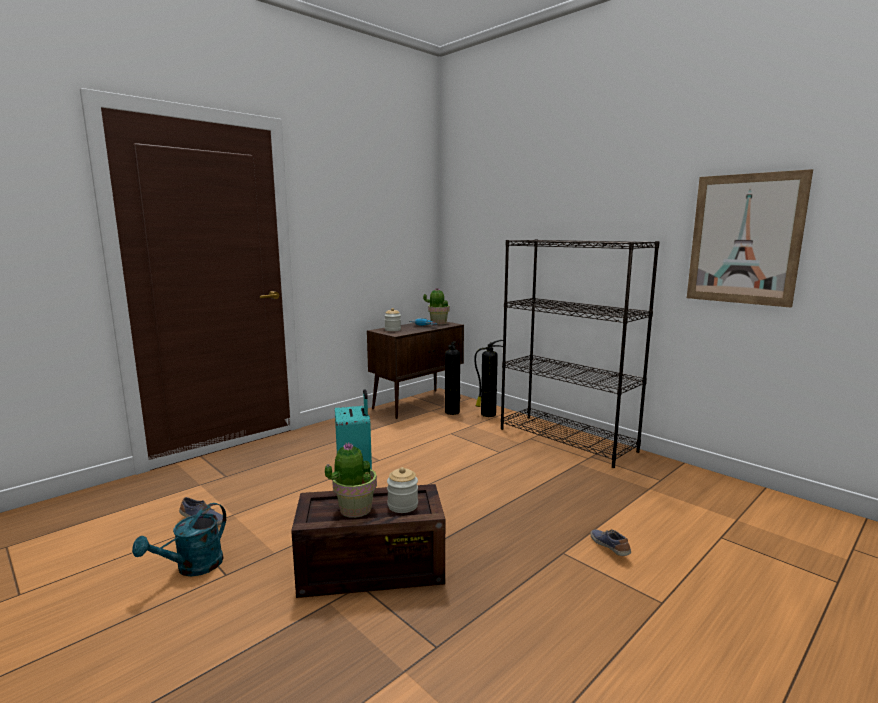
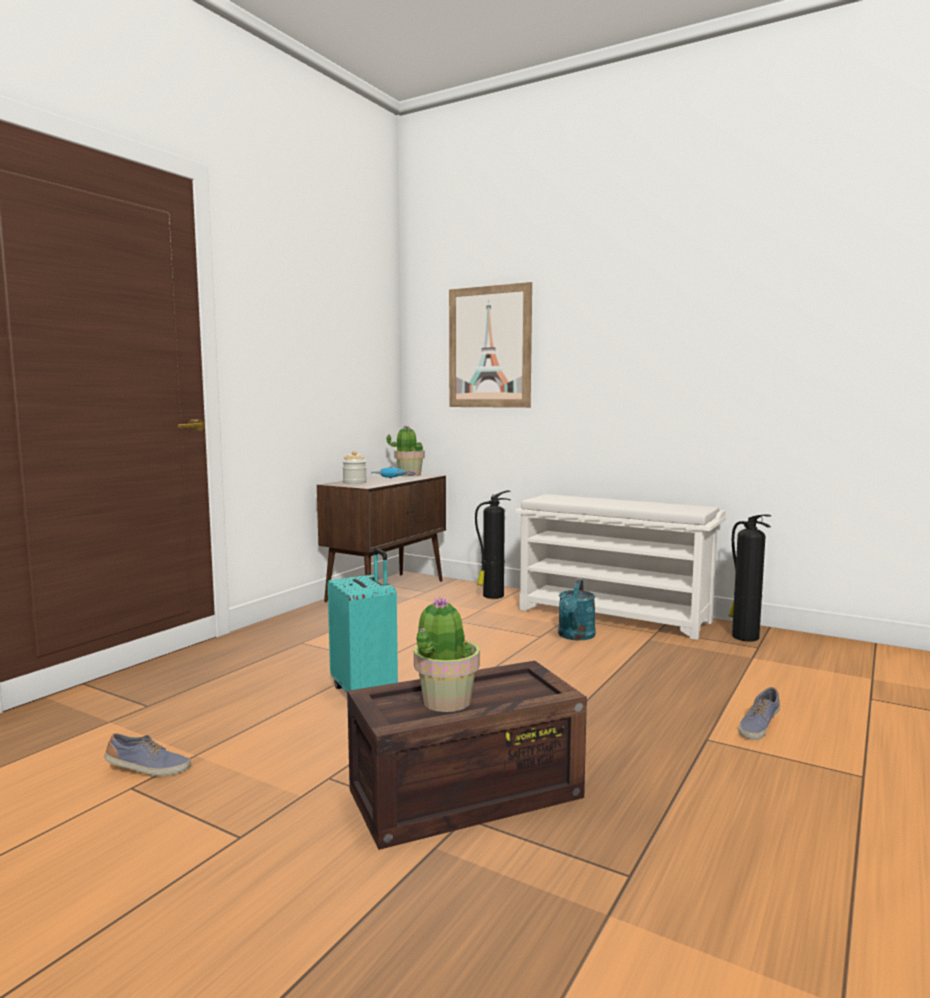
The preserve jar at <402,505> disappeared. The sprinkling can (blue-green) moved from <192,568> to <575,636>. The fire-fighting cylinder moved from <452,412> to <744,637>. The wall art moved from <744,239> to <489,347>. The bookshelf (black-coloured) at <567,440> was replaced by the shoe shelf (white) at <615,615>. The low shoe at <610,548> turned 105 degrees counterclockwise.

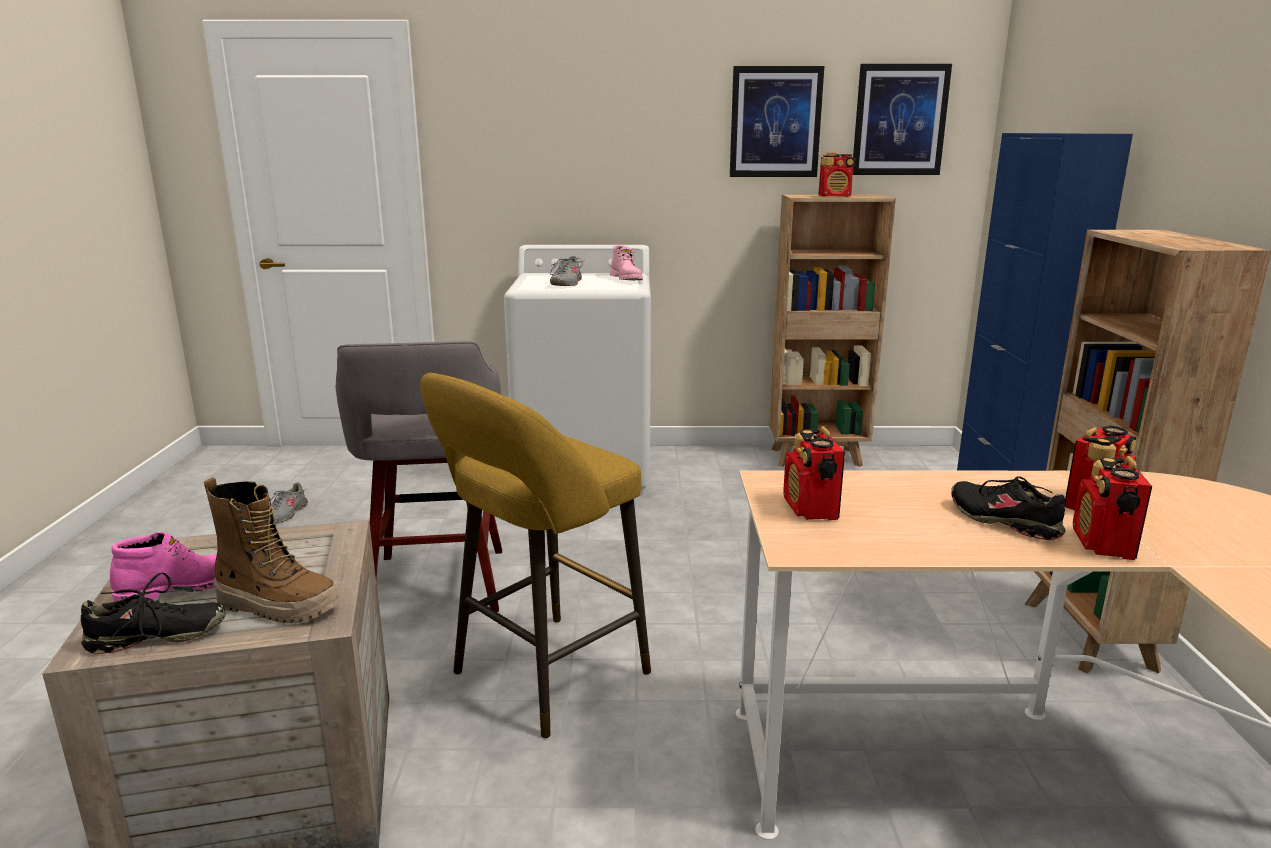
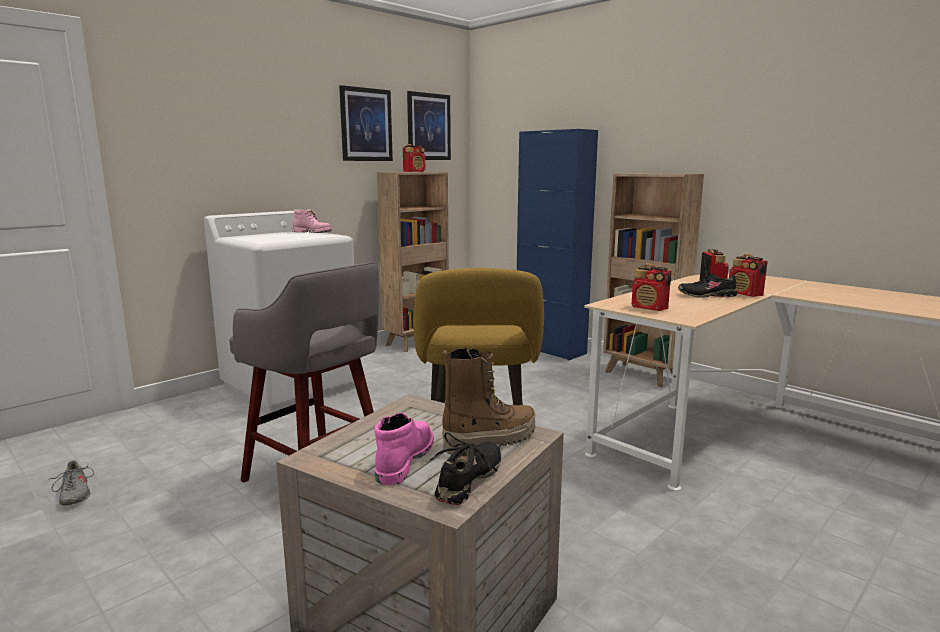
The low shoe (gray) at <566,283> disappeared.

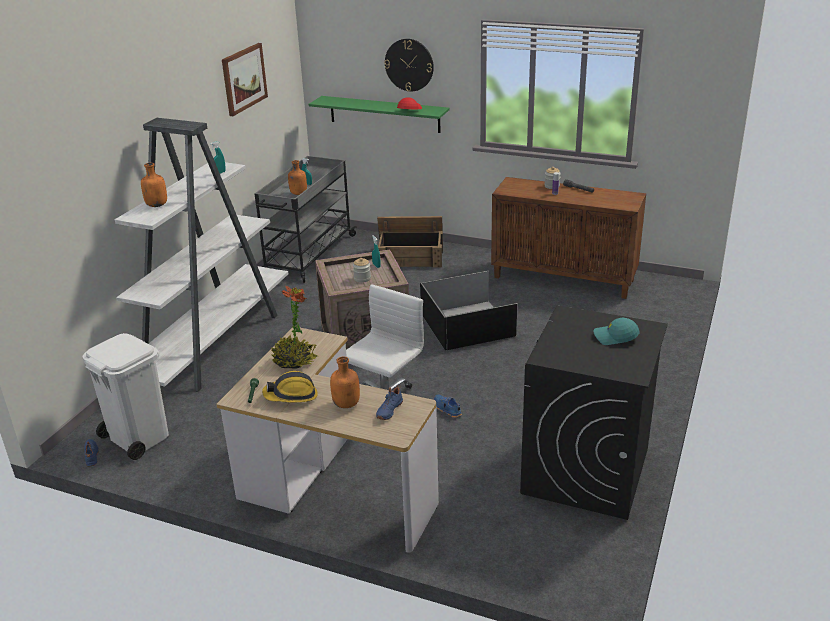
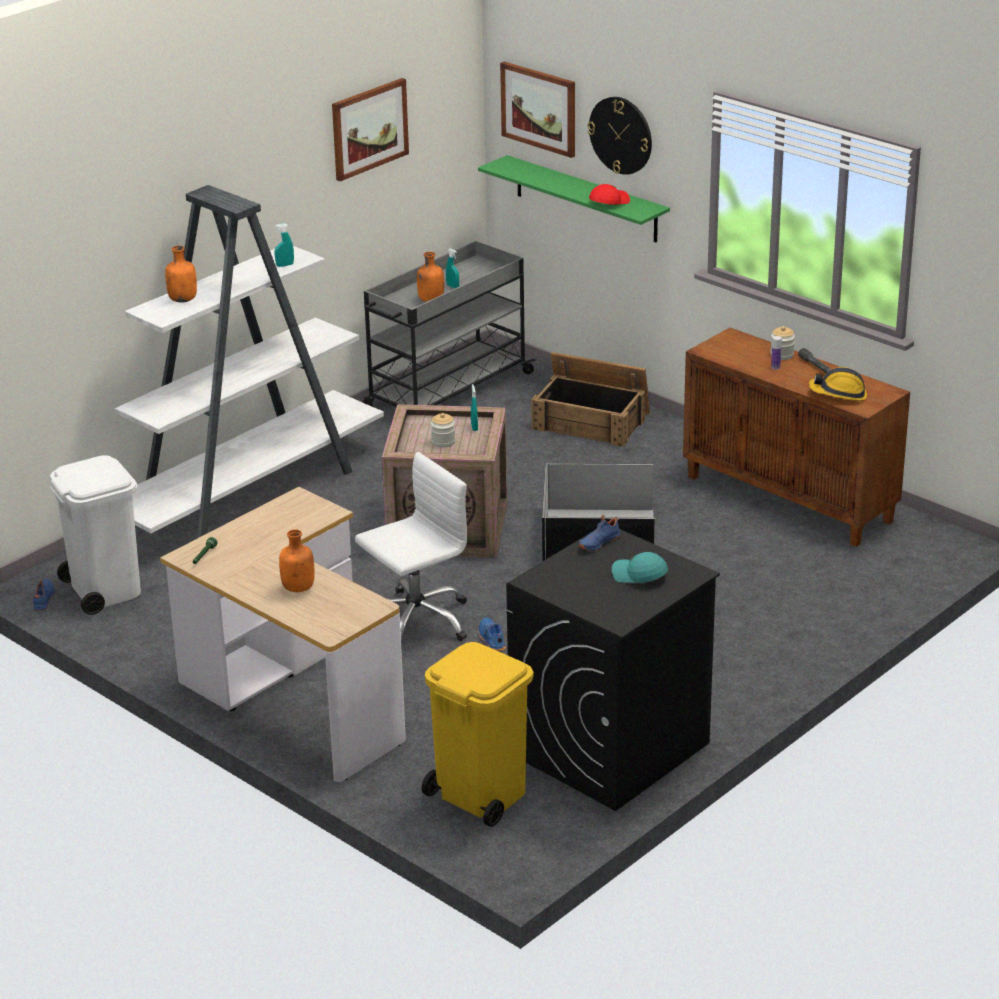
The houseplant at <294,361> disappeared. The trash can (yellowish) at <479,794> appeared. The wall art at <539,108> appeared. The safety helmet moved from <291,396> to <838,394>. The low shoe (blue-coloured) moved from <388,410> to <598,542>.

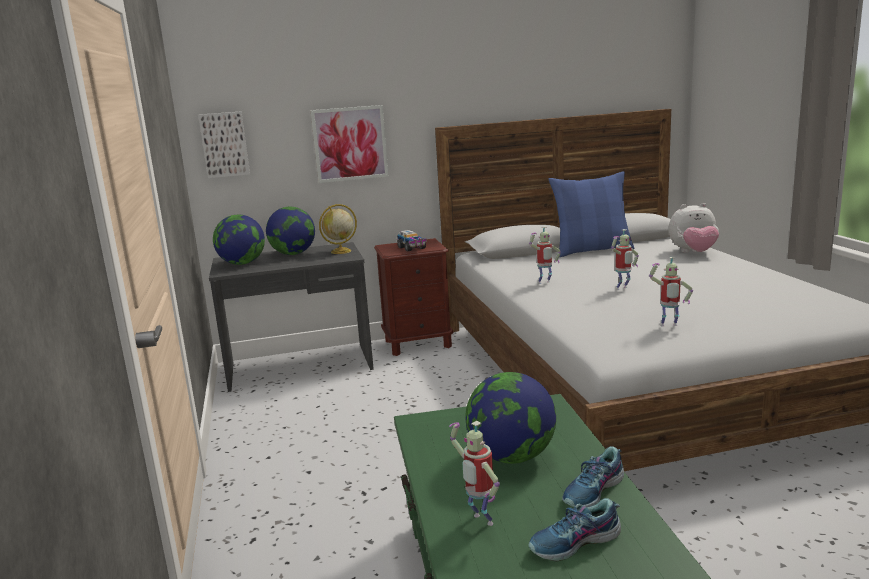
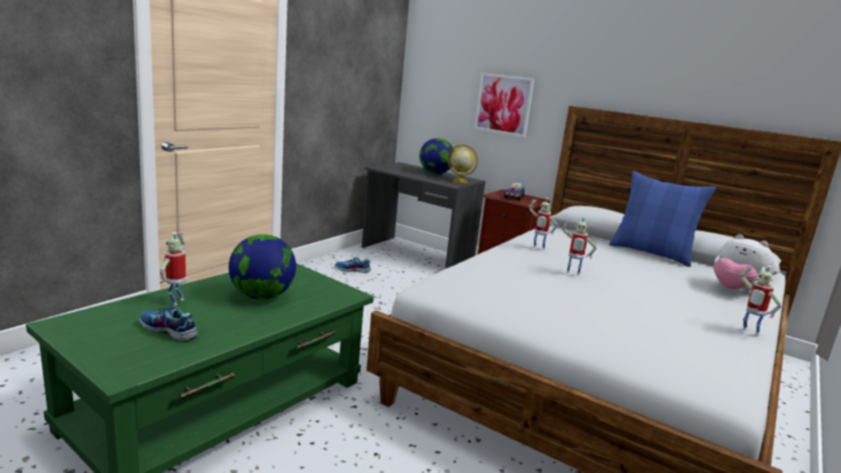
The wall art at <224,144> disappeared. The globe at <242,263> disappeared. The low shoe moved from <594,492> to <352,270>. The model robot moved from <668,326> to <748,332>.

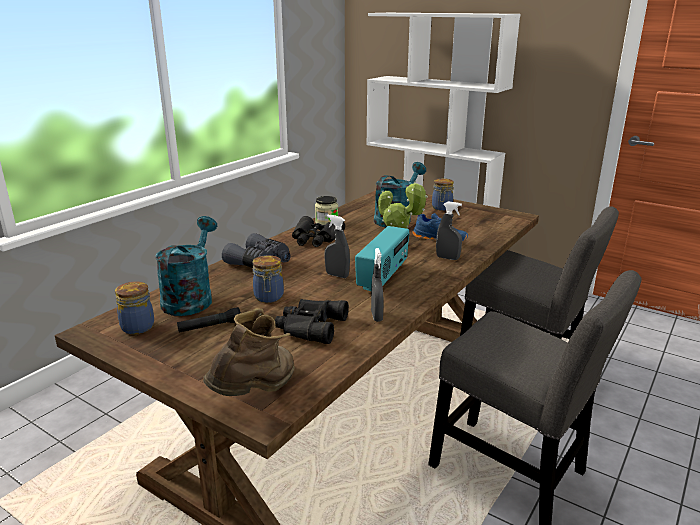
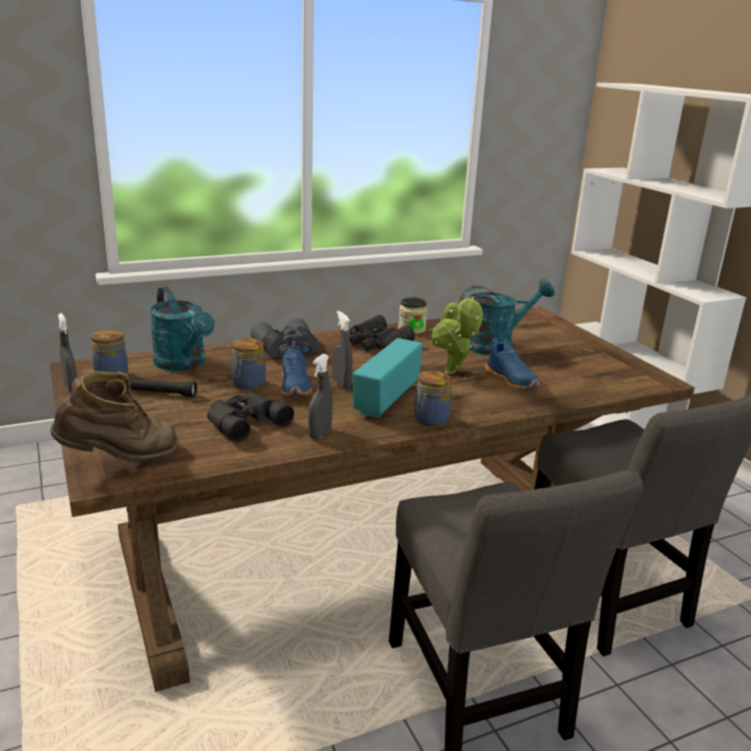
The low shoe (blue-coloured) at <296,386> appeared. The preserve jar moved from <442,208> to <430,420>. The hand sprayer (gray) moved from <447,258> to <71,388>. The sprinkling can (blue-green) at <191,298> turned 105 degrees clockwise. The radio receiver at <383,277> turned 150 degrees clockwise.

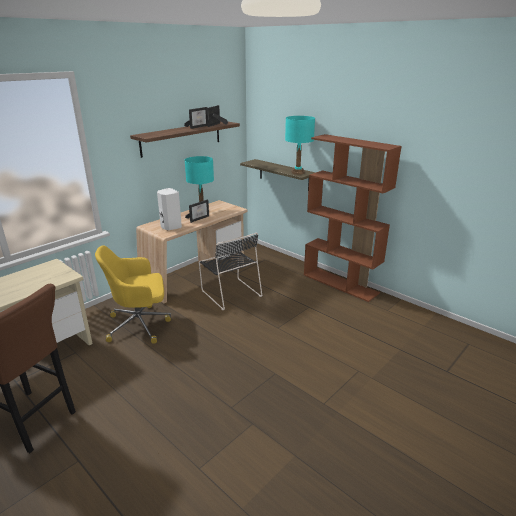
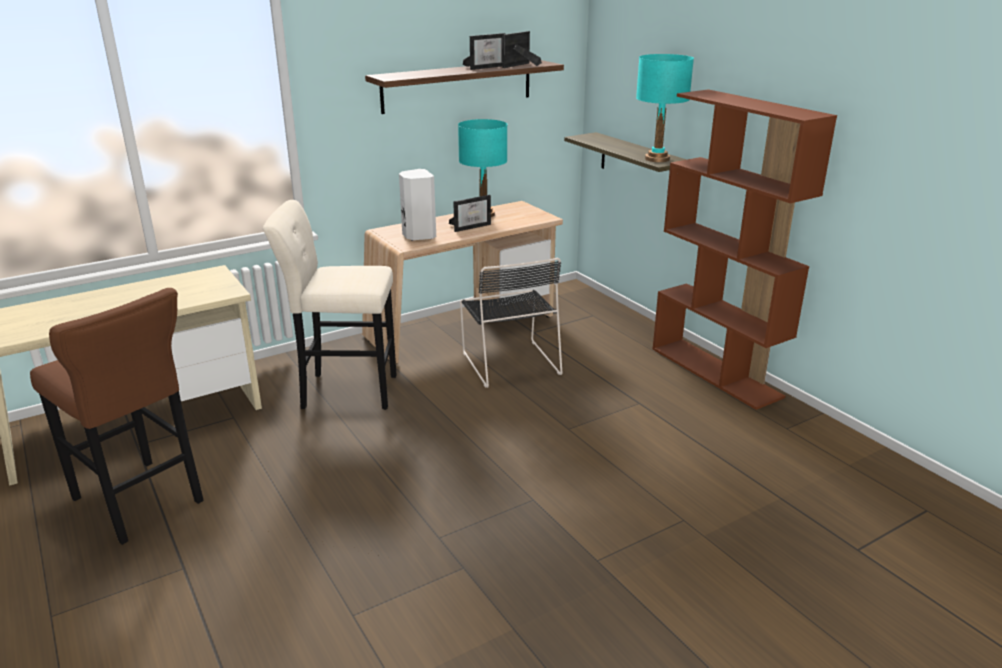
The desk chair (yellowish) at <140,324> was replaced by the stool (beige-coloured) at <344,391>.

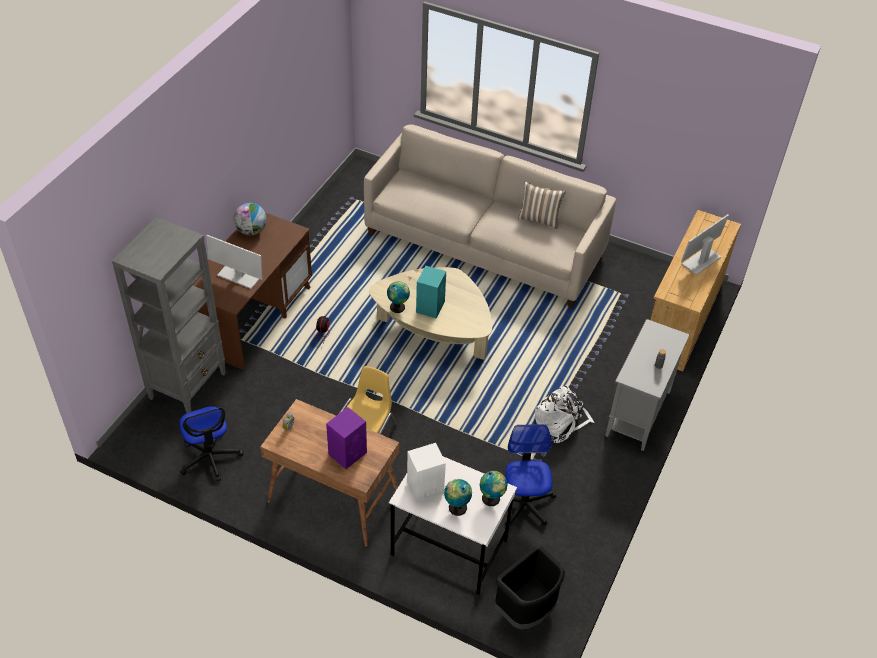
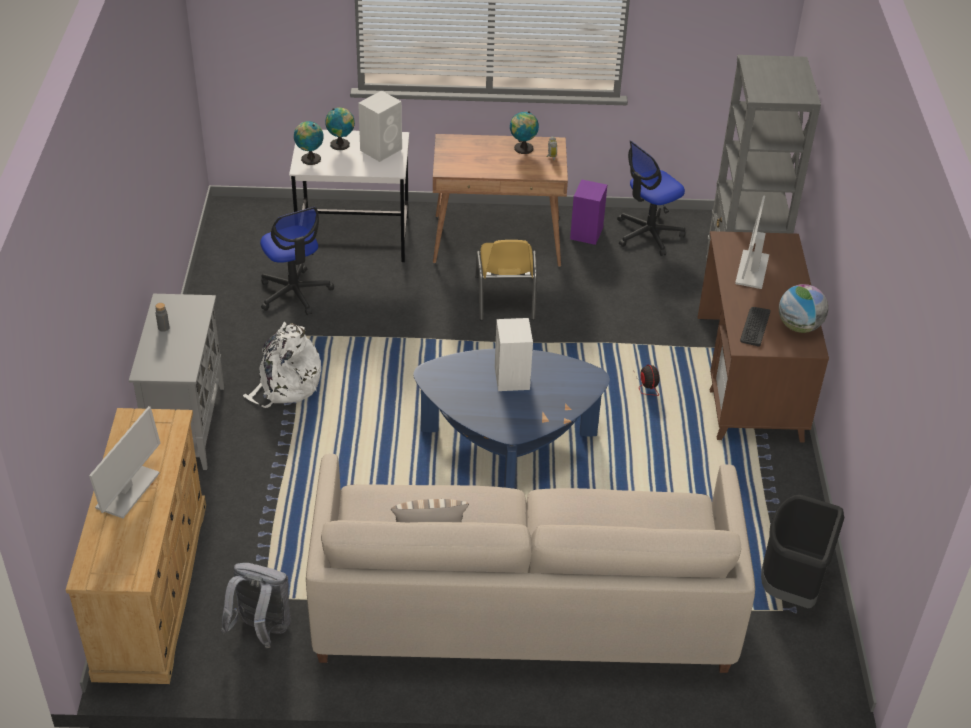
The rucksack (gray) at <261,630> appeared. The computer keyboard at <755,326> appeared. The speaker (purple-coloured) moved from <348,453> to <586,234>. The globe moved from <398,307> to <522,149>. The trash can (black-coloured) moved from <526,610> to <791,586>. The coffee table (beige-coloured) at <434,332> became the coffee table (blue-coloured) at <509,438>. The speaker (blue-green) at <430,306> became the speaker (white) at <512,379>. The desk chair at <210,457> turned 75 degrees counterclockwise. The computer display at <239,276> turned 75 degrees counterclockwise.

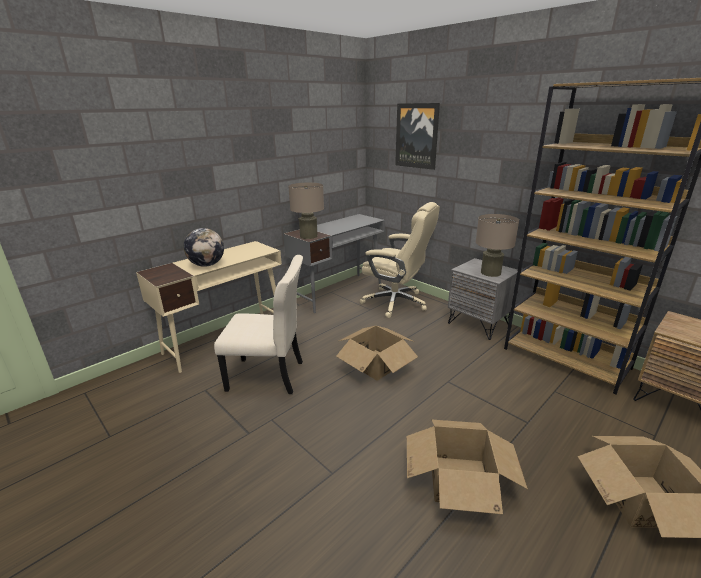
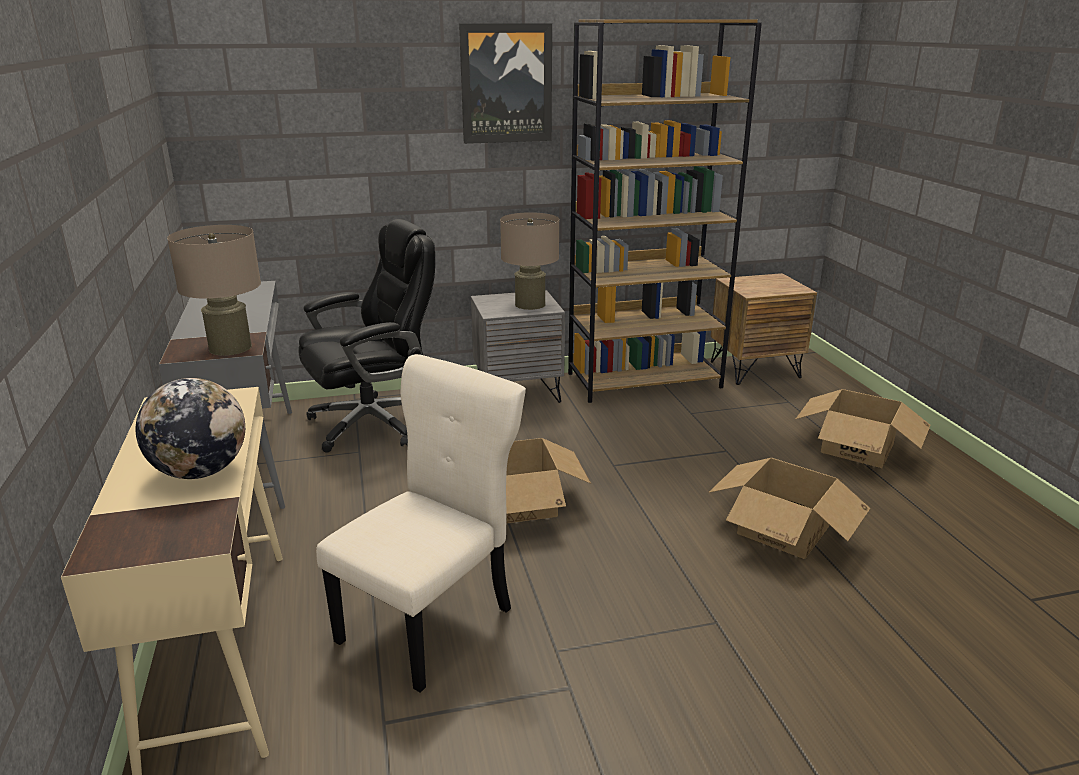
The wall art moved from <417,136> to <506,84>. The desk chair (beige-coloured) at <396,302> became the desk chair (black-coloured) at <374,423>.

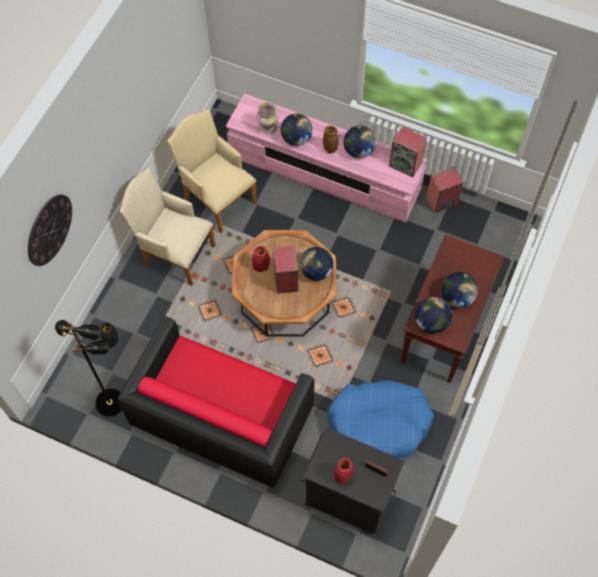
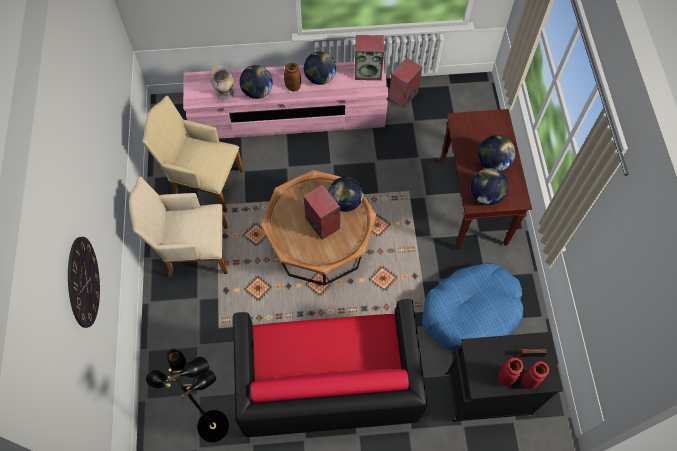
The flower vase (red-coloured) moved from <261,266> to <530,380>.

